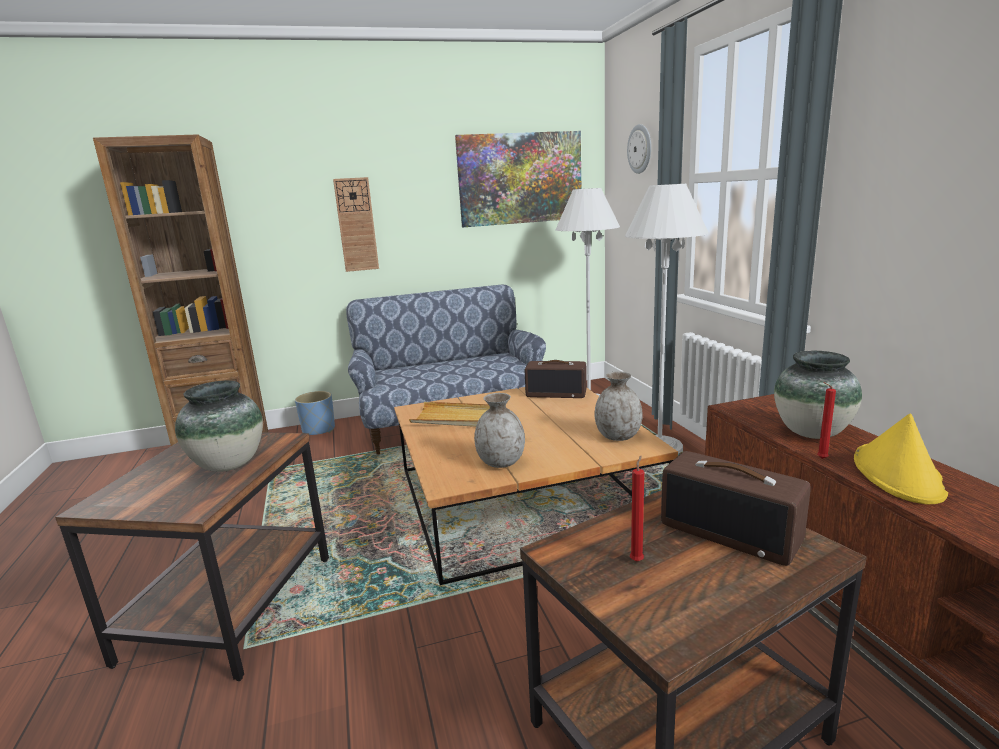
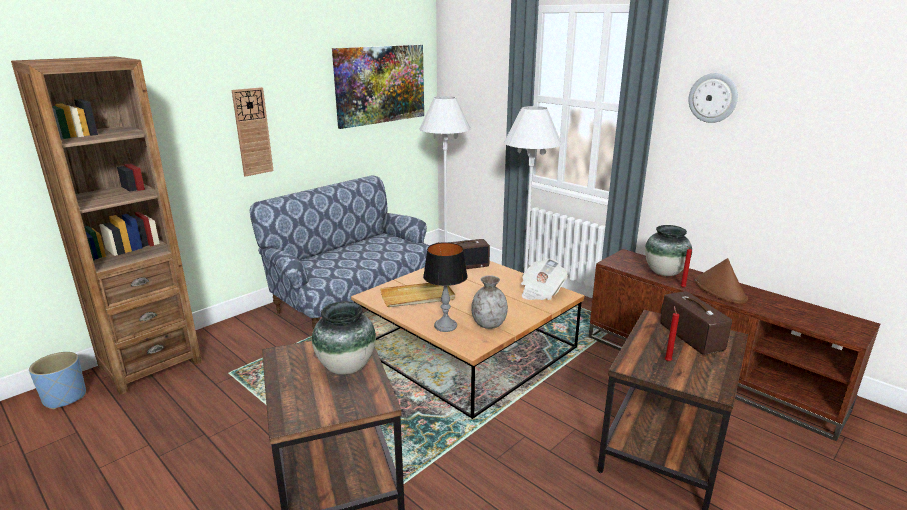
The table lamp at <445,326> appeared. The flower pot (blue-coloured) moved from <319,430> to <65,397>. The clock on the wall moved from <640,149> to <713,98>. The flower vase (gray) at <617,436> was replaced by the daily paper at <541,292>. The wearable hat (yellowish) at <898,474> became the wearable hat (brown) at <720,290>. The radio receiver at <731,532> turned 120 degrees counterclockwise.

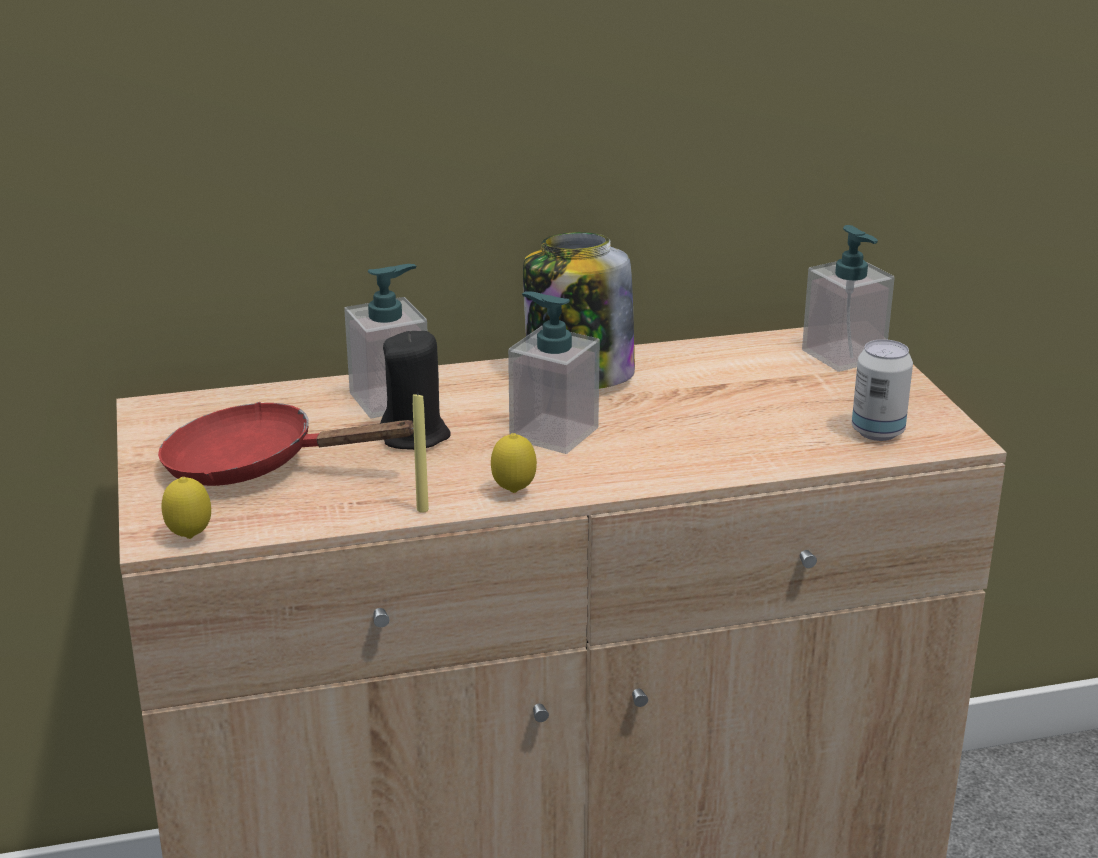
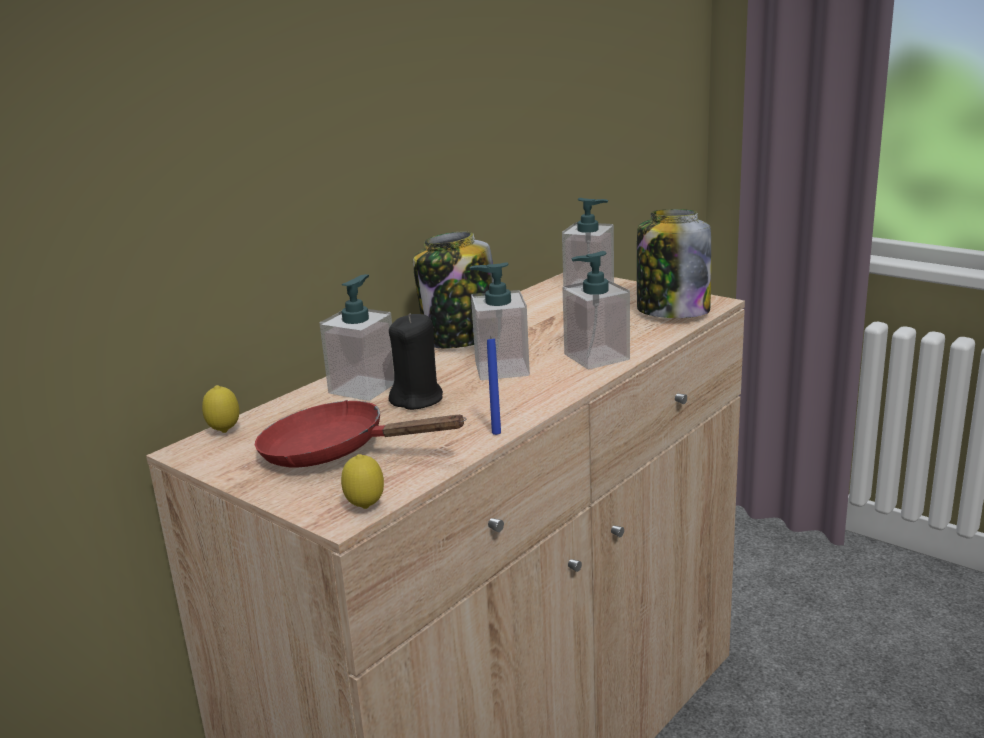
The soap dispenser at <596,357> appeared. The whole lemon moved from <513,492> to <224,432>. The sealed can at <877,432> was replaced by the preserve jar at <671,311>. The candle (yellowish) at <422,509> became the candle (blue-coloured) at <496,432>. The pan (red-coloured) at <256,466> turned 45 degrees clockwise.

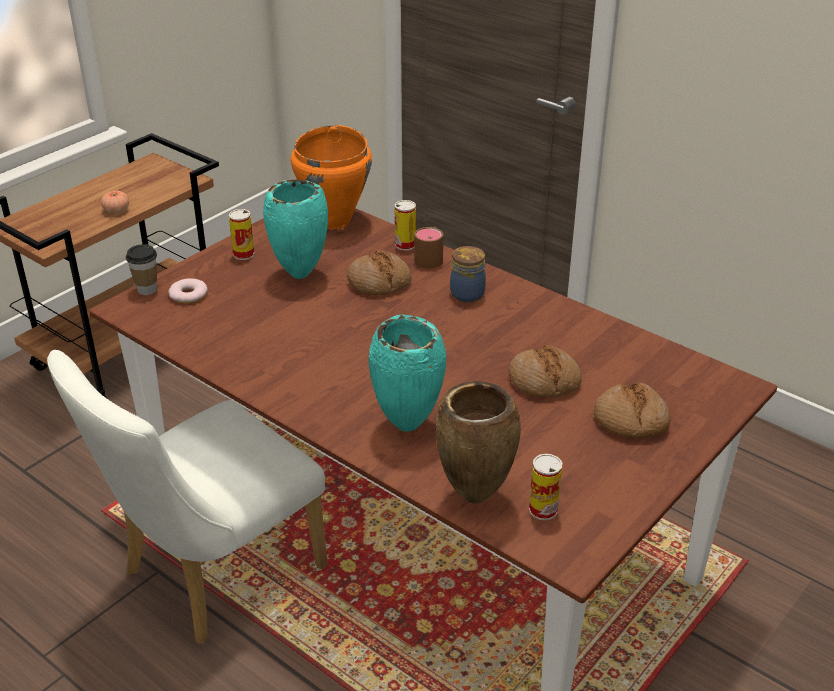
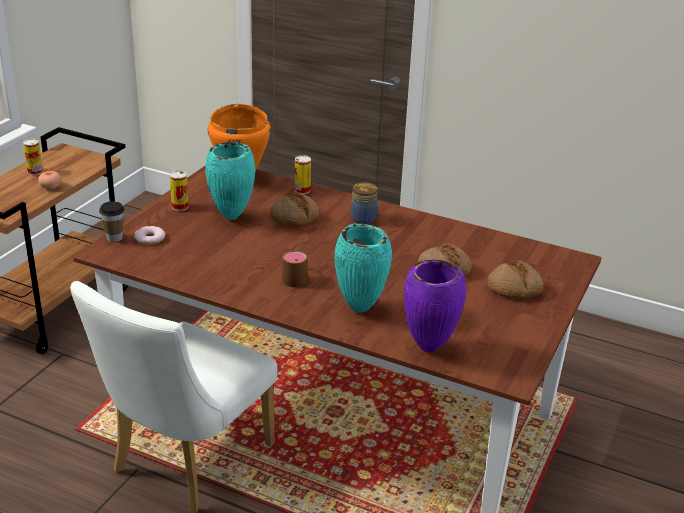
The coffee mug (brown) moved from <430,257> to <295,277>. The sealed can moved from <543,510> to <35,171>. The flower vase (brown) at <474,498> became the flower vase (purple-coloured) at <428,349>.

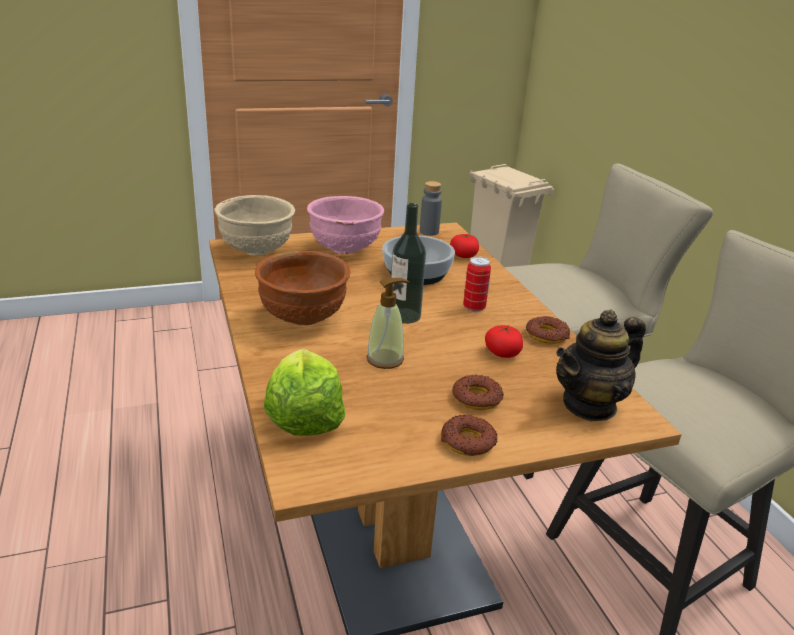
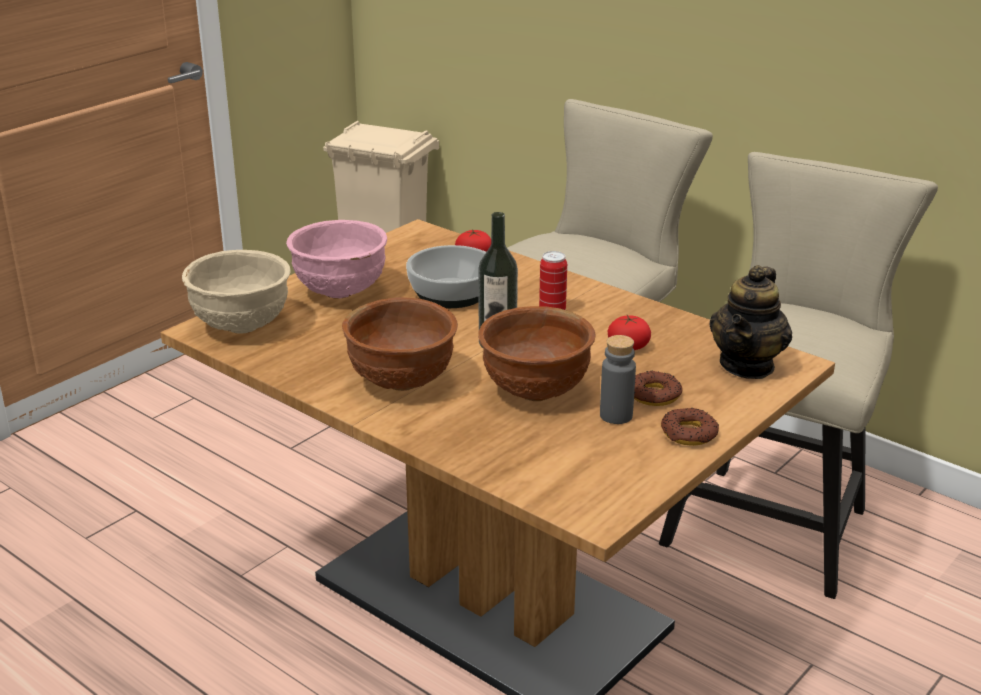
The lettuce head at <304,416> disappeared. The donut at <547,335> disappeared. The drink bottle (gray) moved from <429,232> to <616,415>. The soap dispenser at <385,359> was replaced by the bowl (brown) at <534,391>.

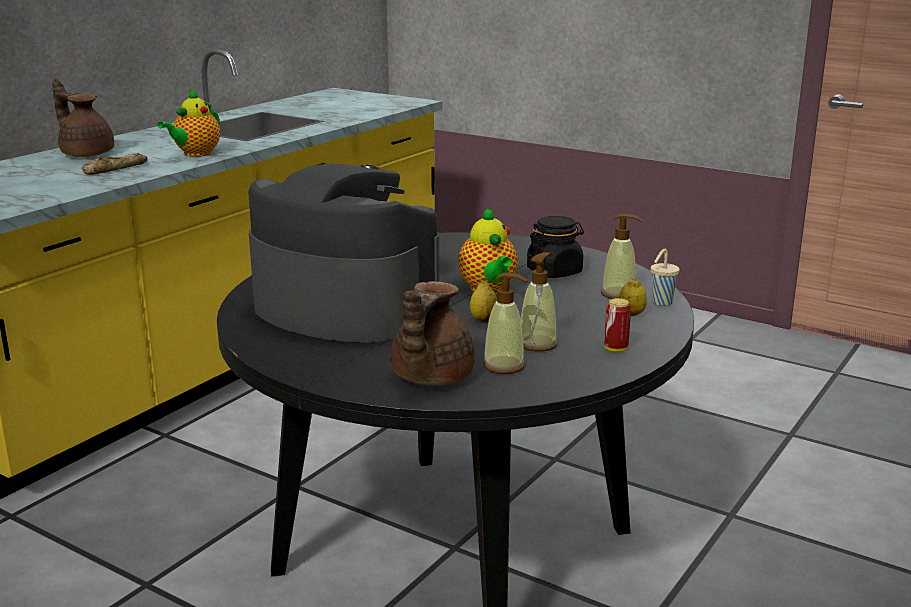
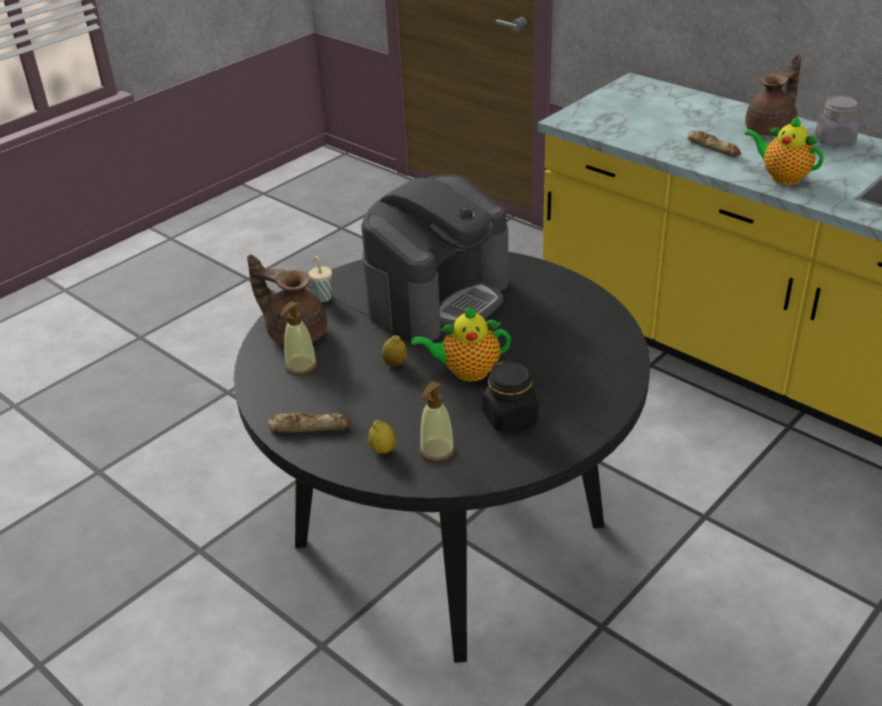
The soap dispenser at <537,344> disappeared. The preserve jar (gray) at <834,140> appeared. The drinking cup (beige-coloured) moved from <661,303> to <323,297>. The sealed can at <615,349> was replaced by the bakery bread at <309,427>.

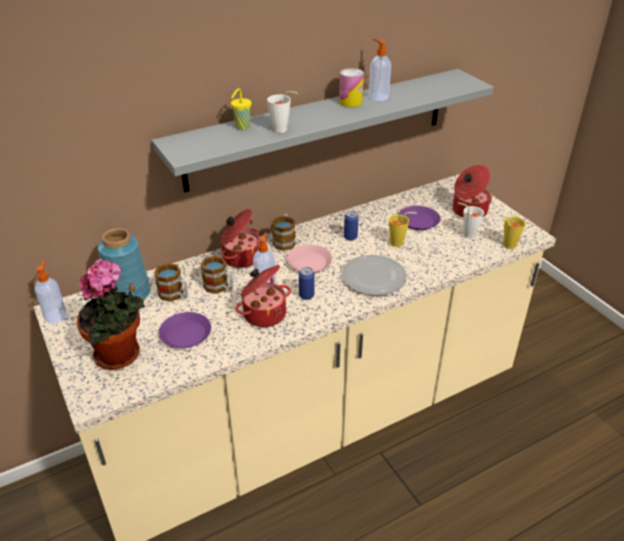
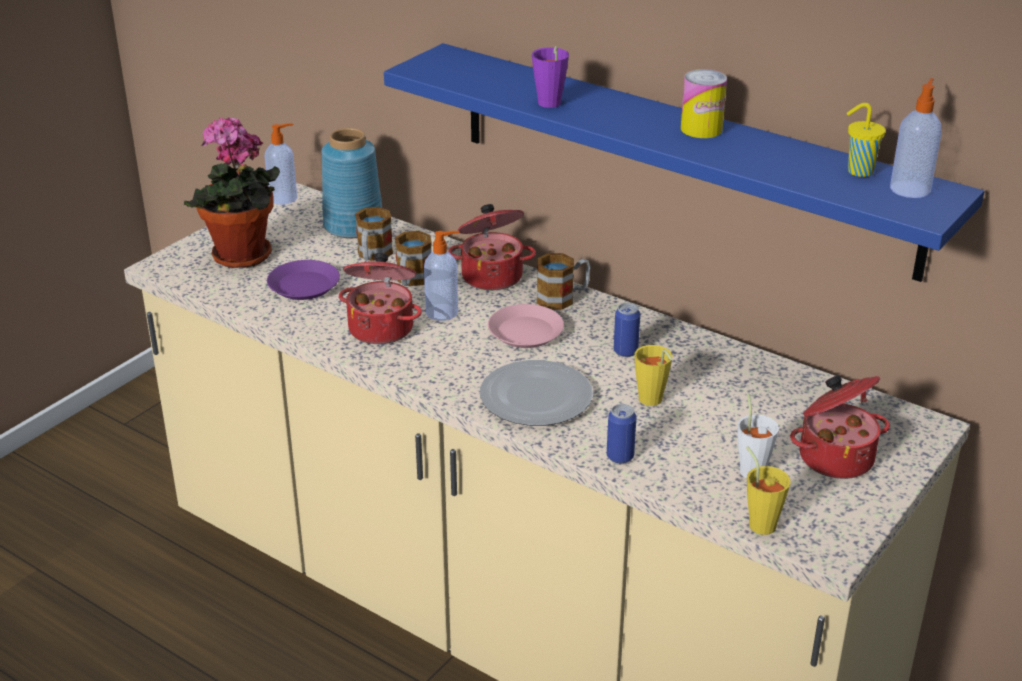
The dinner plate (purple-coloured) at <418,221> disappeared. The drinking cup (yellowish) moved from <242,127> to <858,171>. The sealed can moved from <306,295> to <620,456>. The soap dispenser moved from <378,97> to <910,188>. The shelf (gray) at <320,128> became the shelf (blue-coloured) at <680,157>. The drinking cup (white) at <283,130> became the drinking cup (purple-coloured) at <549,105>.

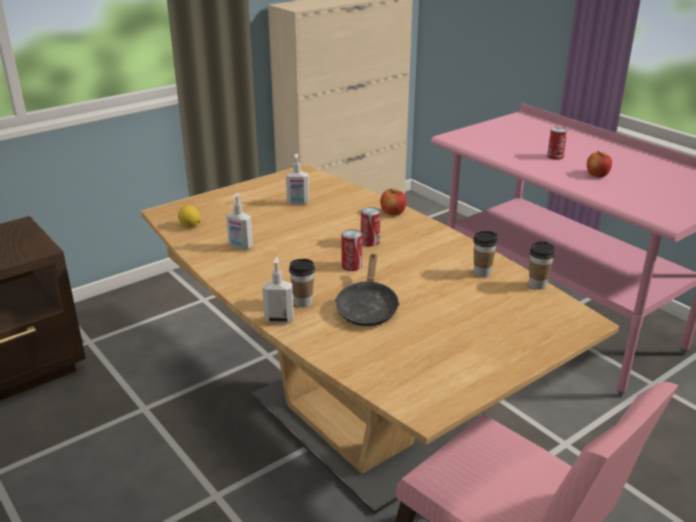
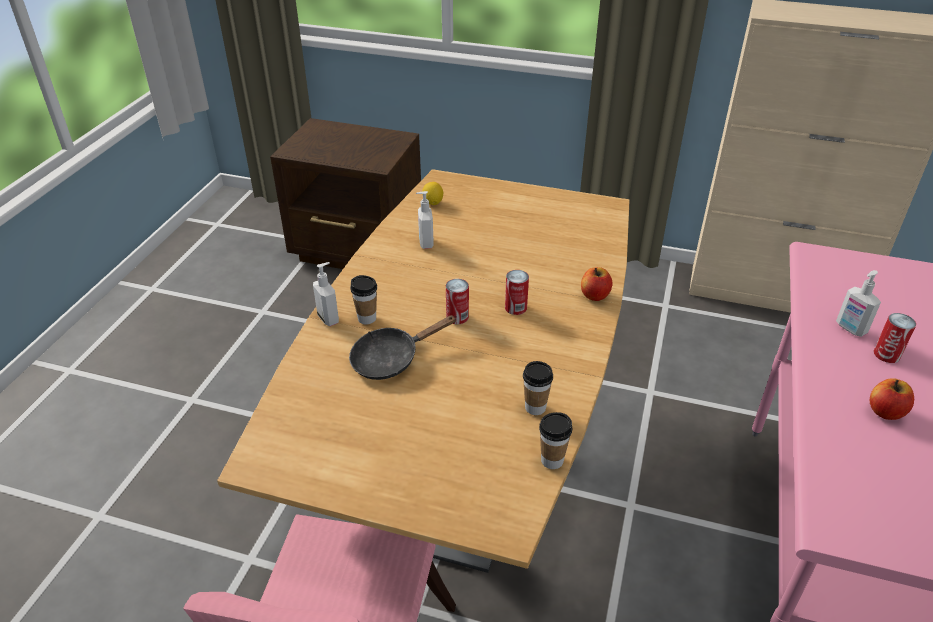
The soap dispenser moved from <298,203> to <850,329>.

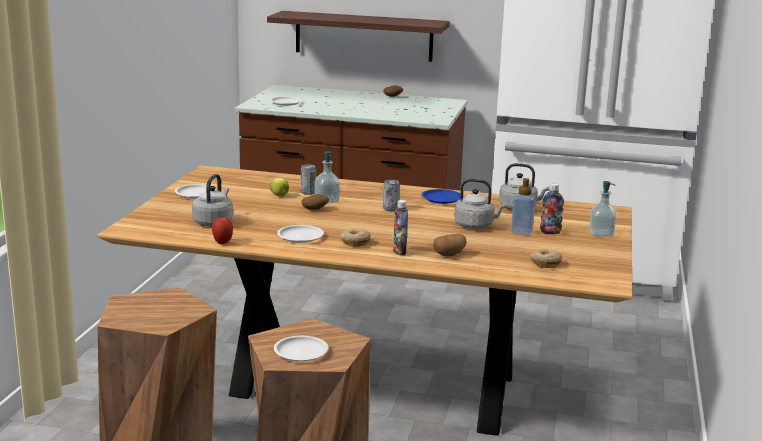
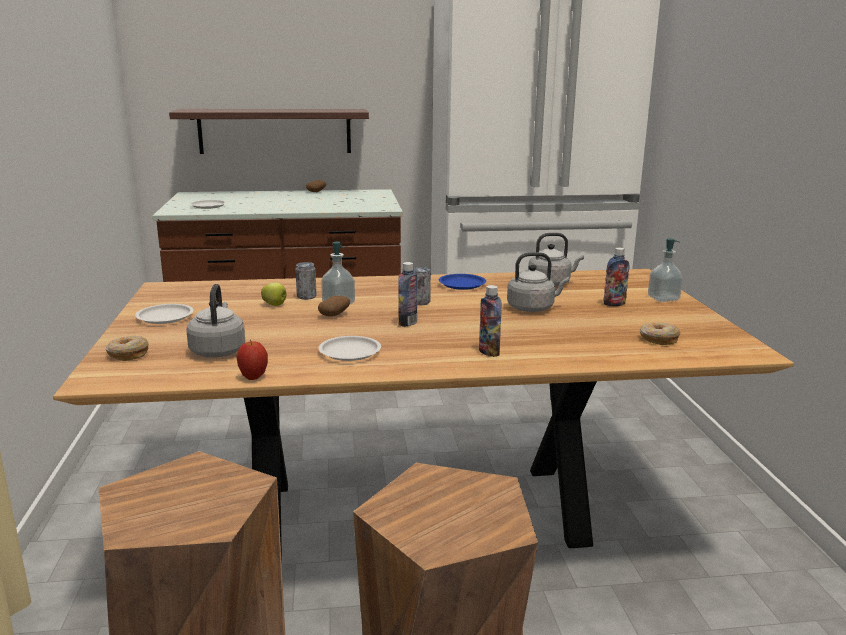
The dinner plate (white) at <300,352> disappeared. The spud at <449,255> disappeared. The soap dispenser at <521,231> disappeared. The drink bottle at <407,323> appeared. The donut moved from <355,242> to <127,354>.

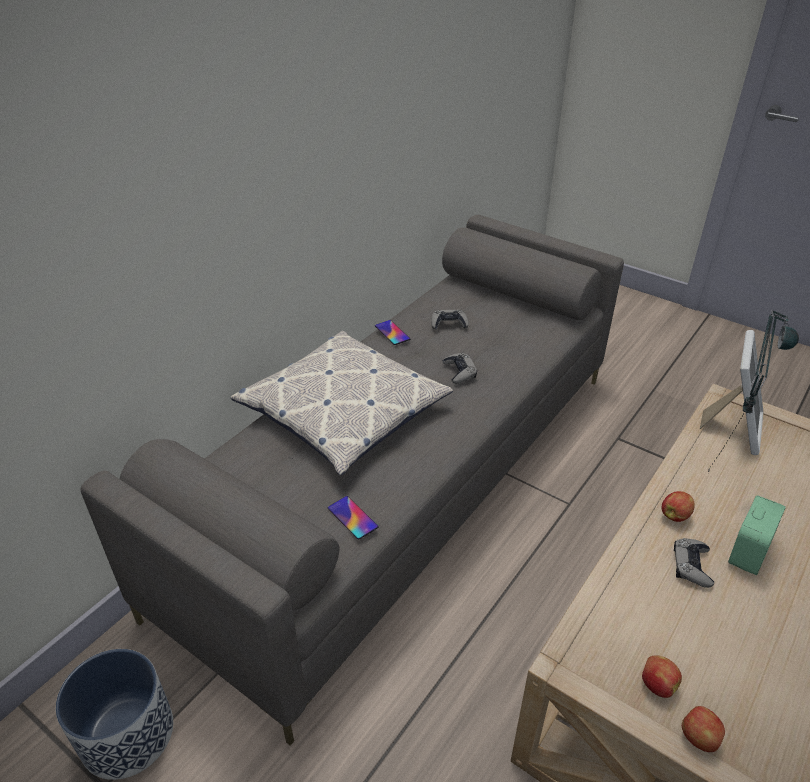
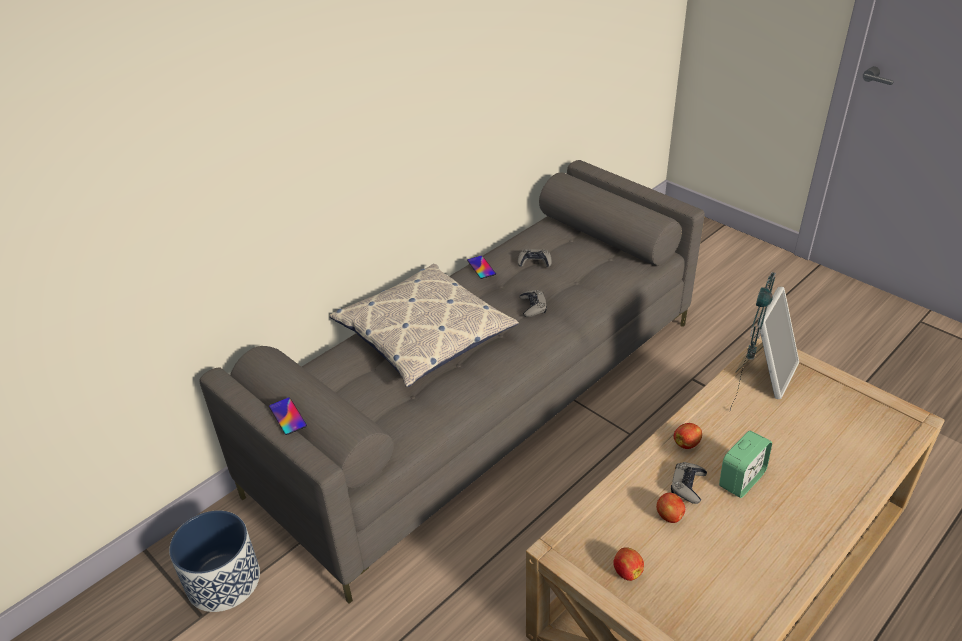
The telephone moved from <352,517> to <287,416>. The whole apple moved from <699,738> to <669,516>.

